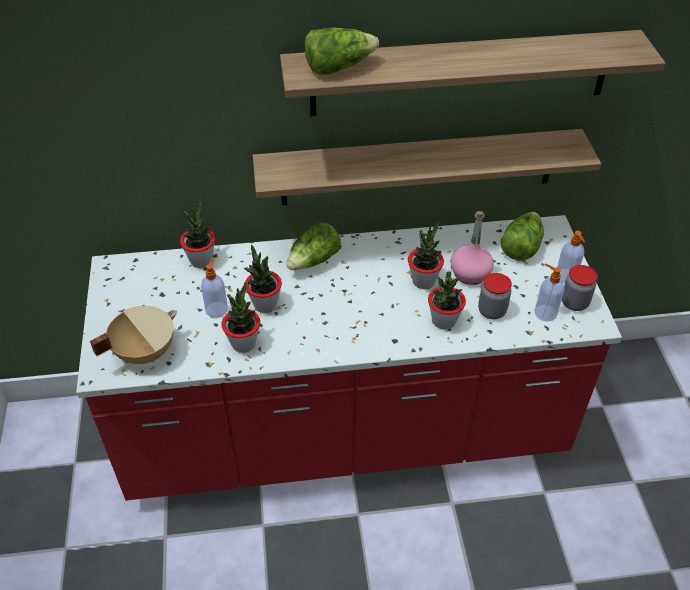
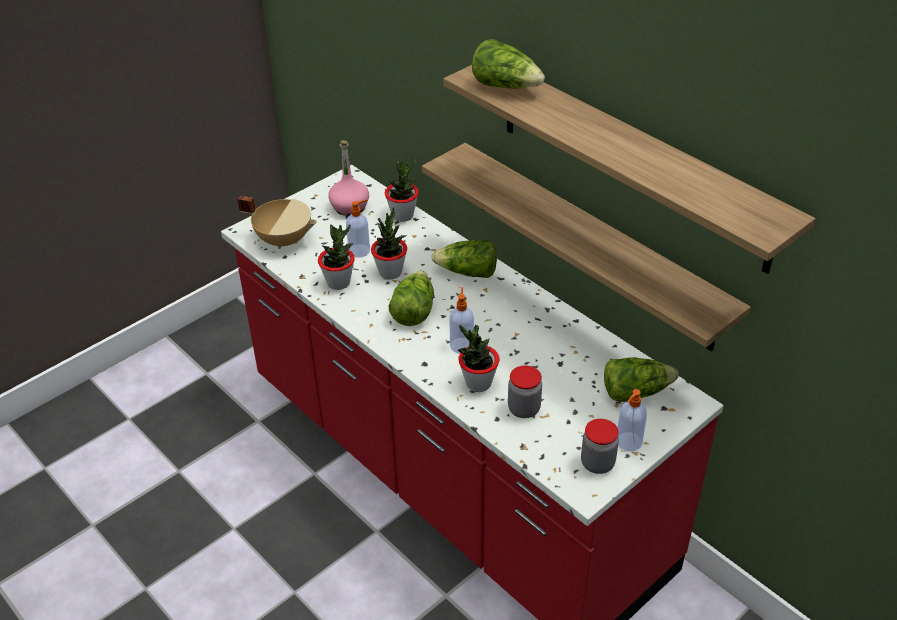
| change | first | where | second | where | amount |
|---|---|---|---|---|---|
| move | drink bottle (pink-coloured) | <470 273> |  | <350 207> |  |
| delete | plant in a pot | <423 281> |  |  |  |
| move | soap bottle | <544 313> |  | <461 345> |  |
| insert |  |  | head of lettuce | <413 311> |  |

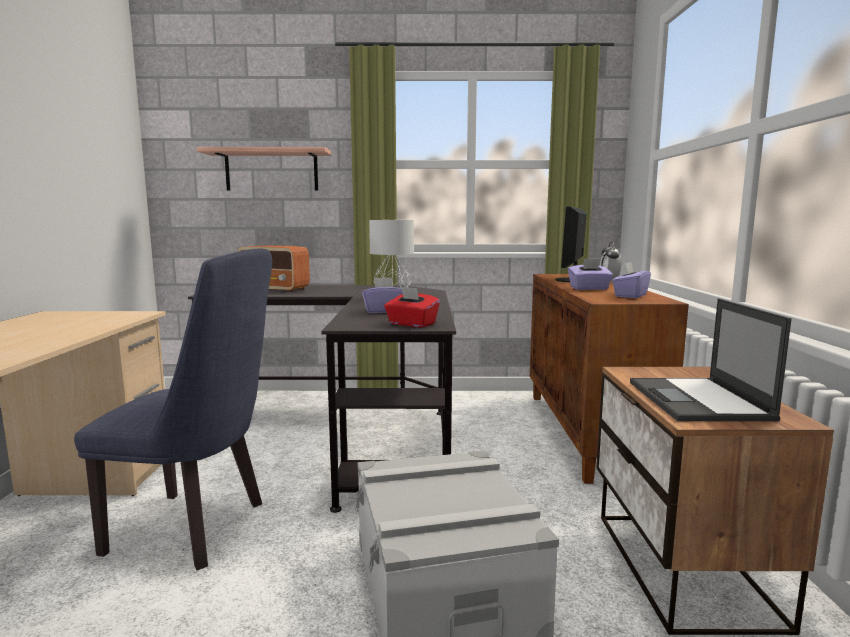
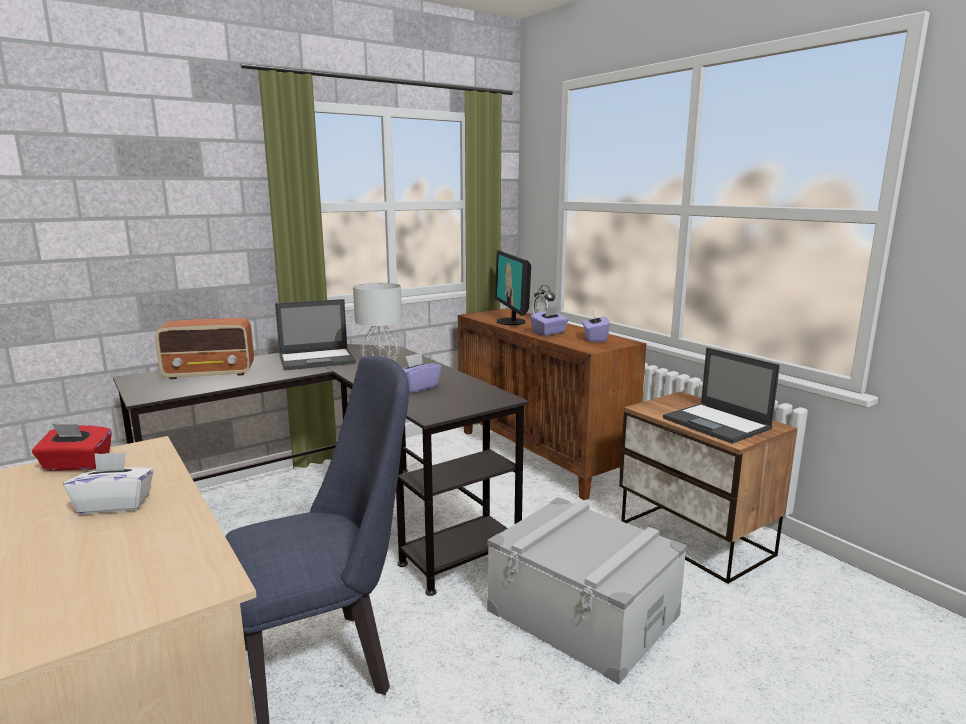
| change | first | where | second | where | amount |
|---|---|---|---|---|---|
| delete | shelf | <271 171> |  |  |  |
| move | box of tissues (reddish) | <411 324> |  | <76 465> |  |
| insert |  |  | portable computer | <318 359> |  |
| insert |  |  | box of tissues (white) | <115 504> |  |

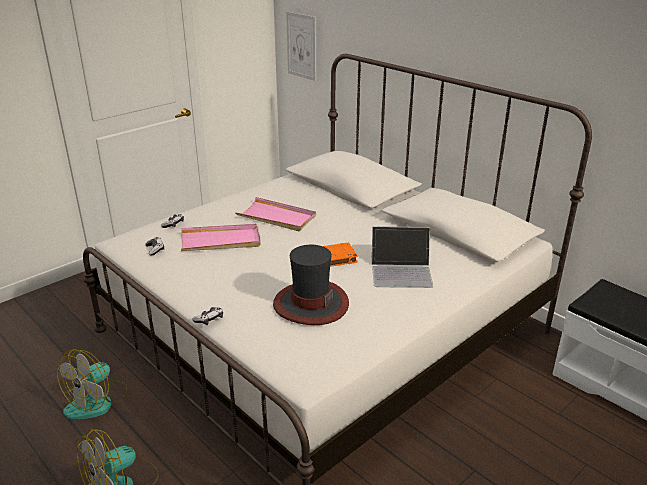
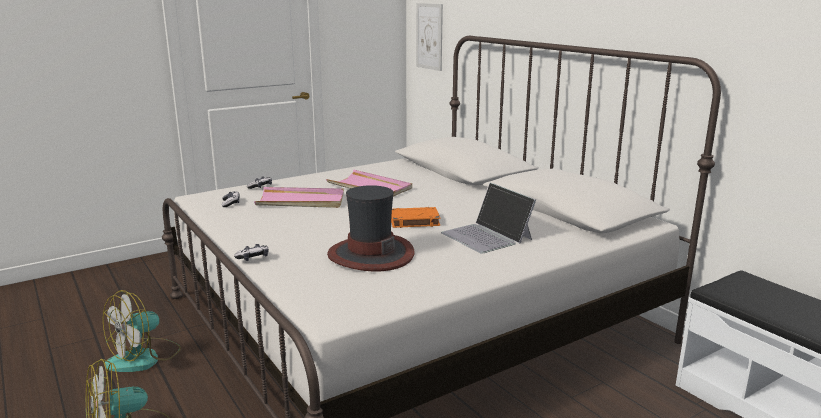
| change | first | where | second | where | amount |
|---|---|---|---|---|---|
| rotate | portable computer | <401 271> |  | <487 236> | 45 degrees clockwise |

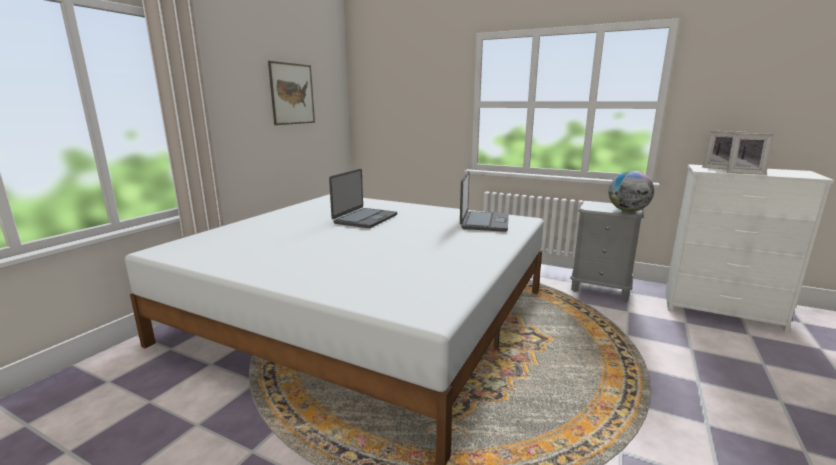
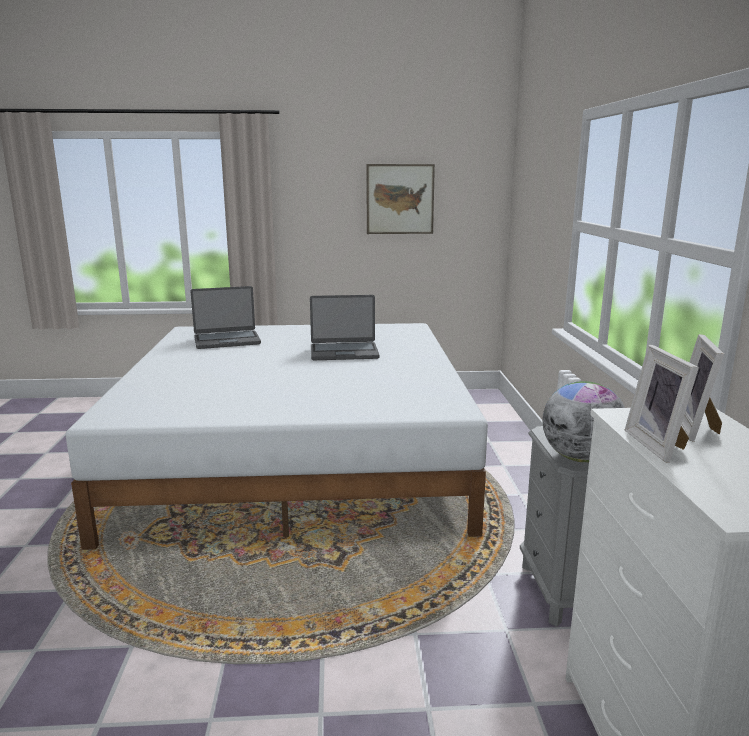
| change | first | where | second | where | amount |
|---|---|---|---|---|---|
| move | portable computer | <484 222> |  | <227 340> |  |

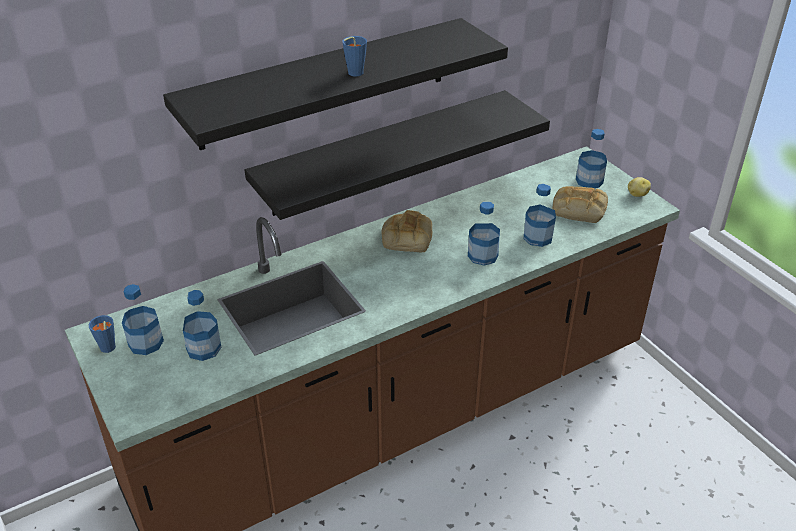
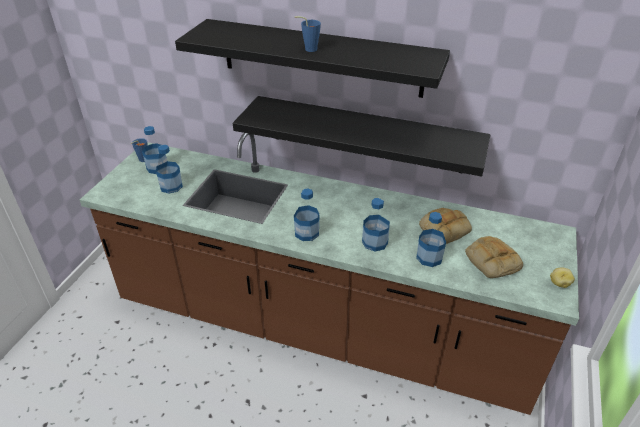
| change | first | where | second | where | amount |
|---|---|---|---|---|---|
| move | drink bottle | <589 181> |  | <306 233> |  |
| move | bakery bread | <406 237> |  | <444 228> |  |

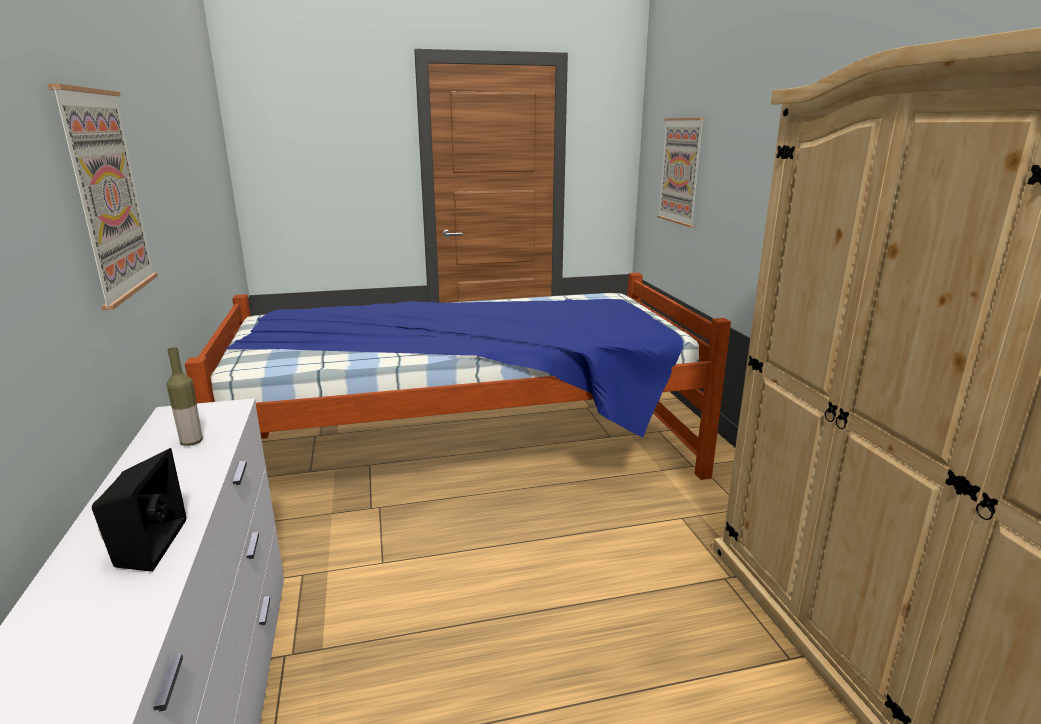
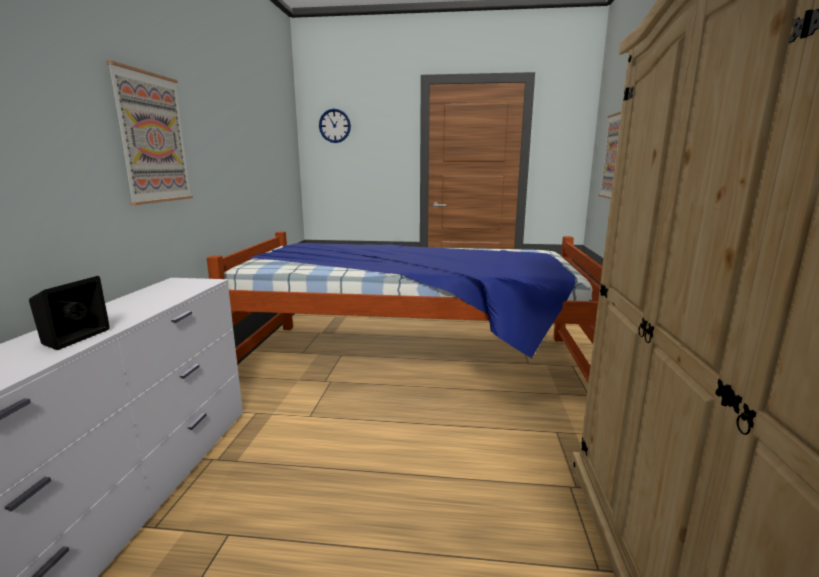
| change | first | where | second | where | amount |
|---|---|---|---|---|---|
| delete | drink bottle | <191 442> |  |  |  |
| insert |  |  | hanging clock | <334 126> |  |

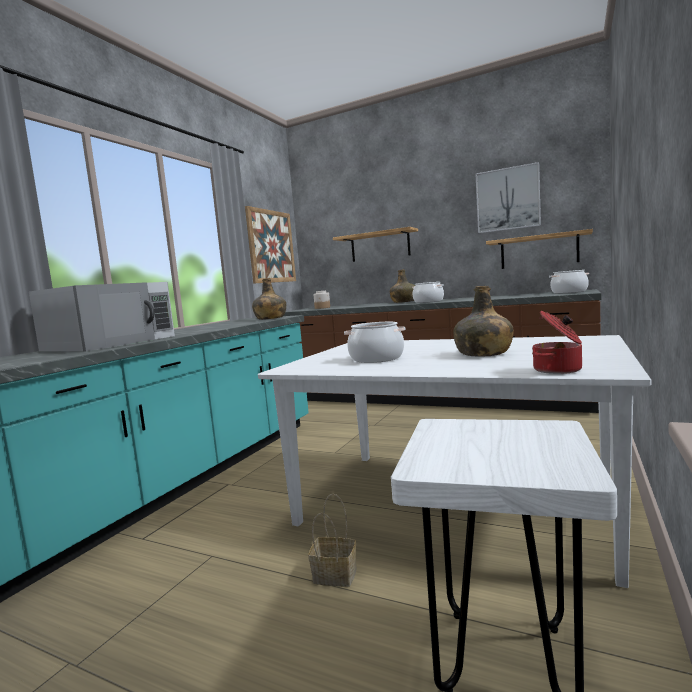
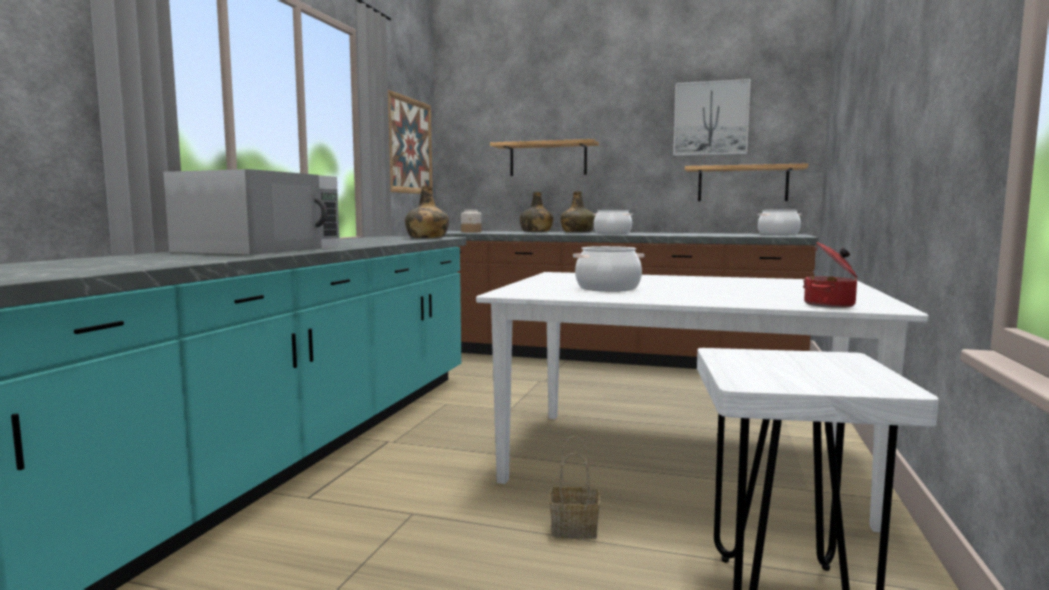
| change | first | where | second | where | amount |
|---|---|---|---|---|---|
| move | drink bottle (greenish) | <483 353> |  | <536 232> |  |

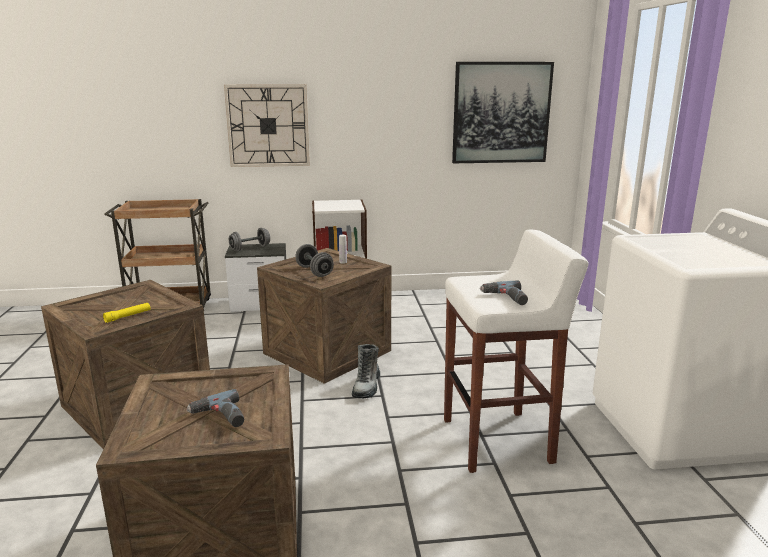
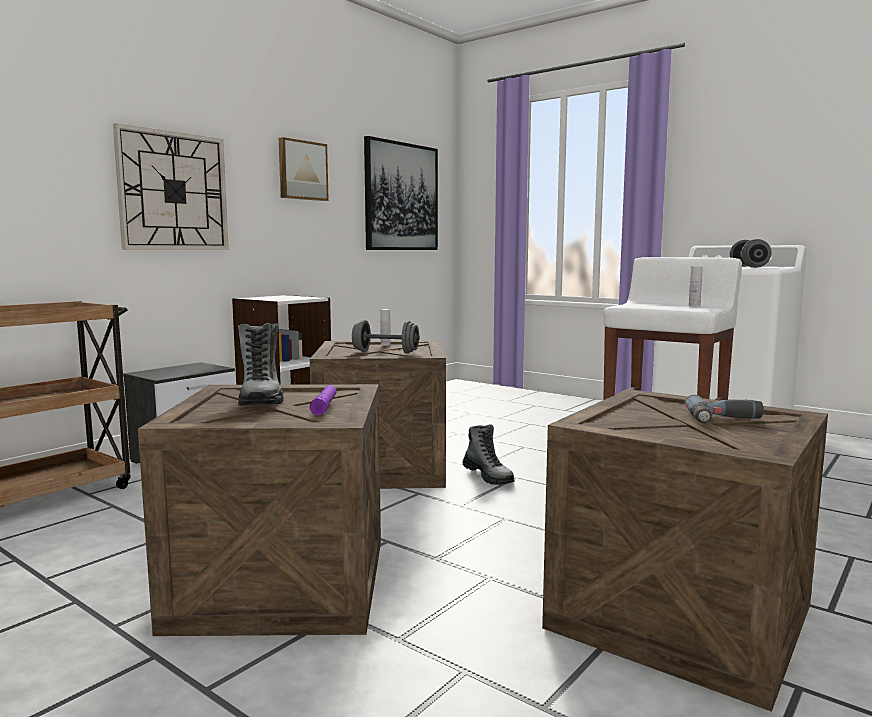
| change | first | where | second | where | amount |
|---|---|---|---|---|---|
| move | hand weight (gray) | <250 248> |  | <748 267> |  |
| replace | drill | <505 298> | drink bottle (white) | <694 306> |  |
| recolor | flashlight (yellow-coloured) | <128 316> | flashlight (purplish) | <324 406> |  |
| insert |  |  | wall picture | <302 170> |  |
| insert |  |  | high-top boot | <261 398> |  |

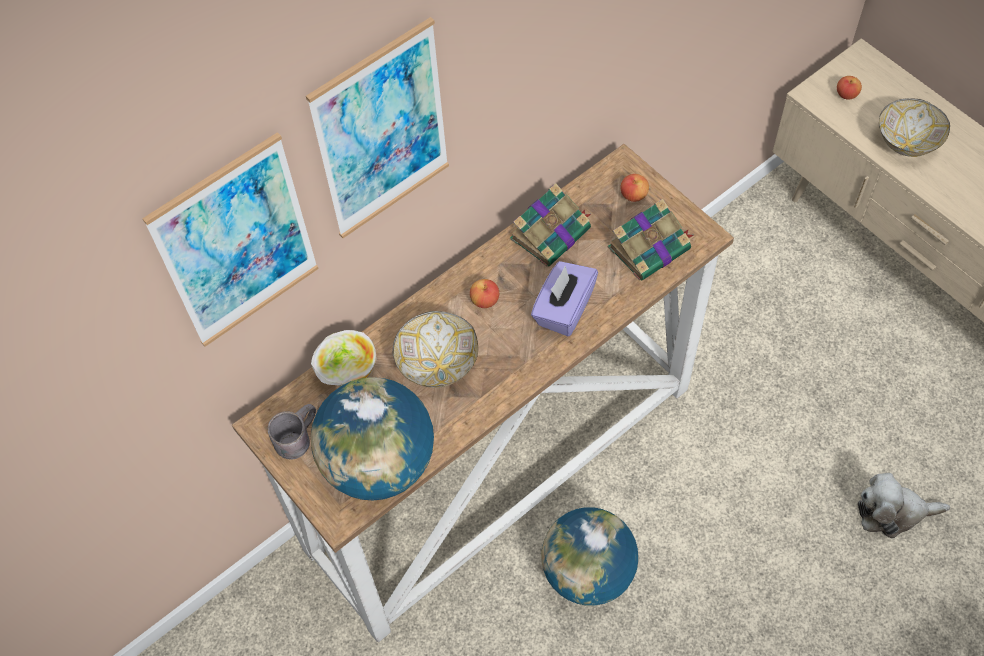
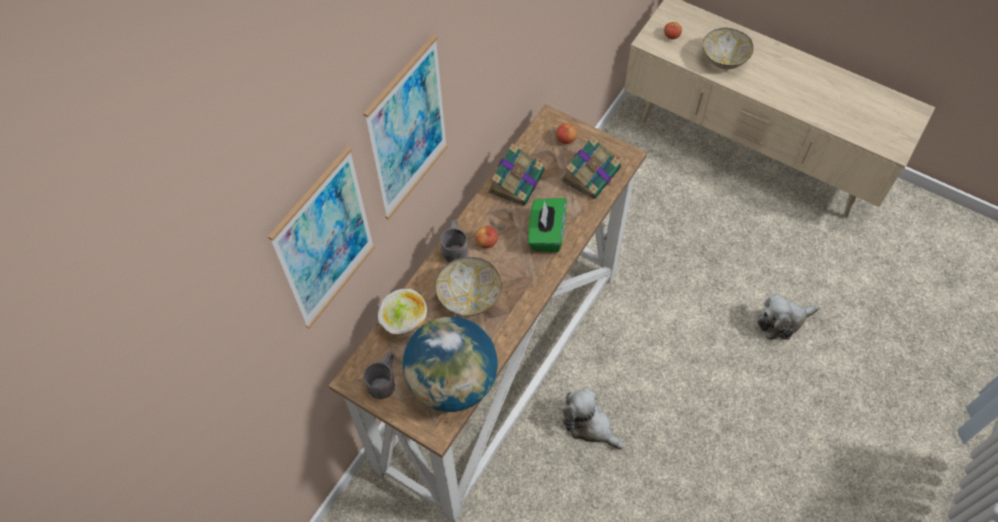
| change | first | where | second | where | amount |
|---|---|---|---|---|---|
| recolor | box of tissues (purplish) | <563 309> | box of tissues (greenish) | <546 234> |  |
| replace | desk globe | <588 572> | soft toy | <589 425> |  |
| insert |  |  | mug (gray) | <452 248> |  |

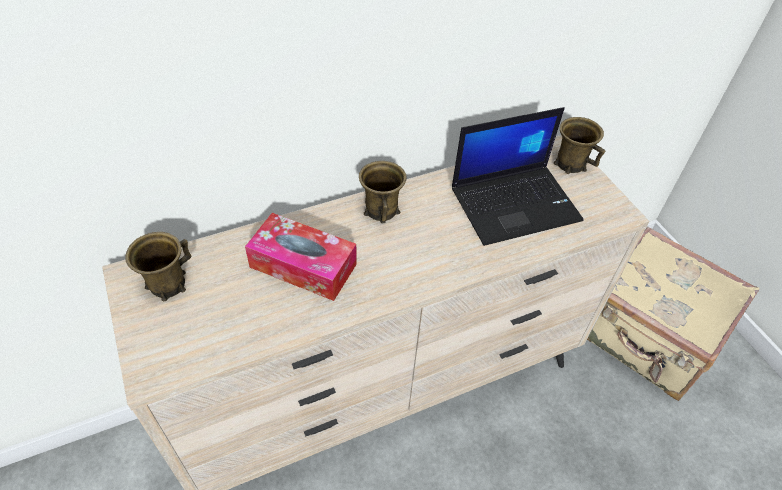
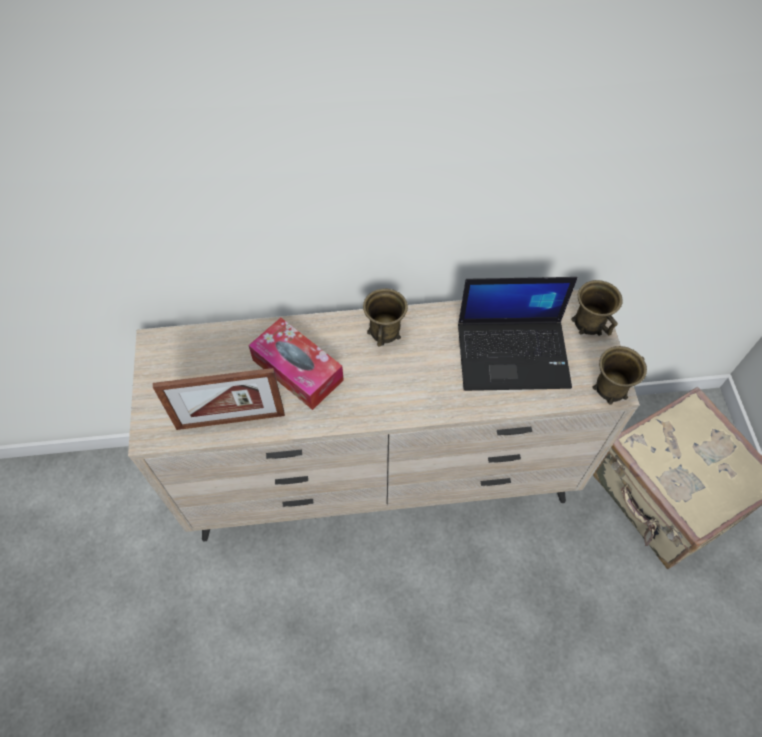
| change | first | where | second | where | amount |
|---|---|---|---|---|---|
| move | mug (brown-coloured) | <167 284> |  | <610 388> |  |
| insert |  |  | photo frame | <230 420> |  |

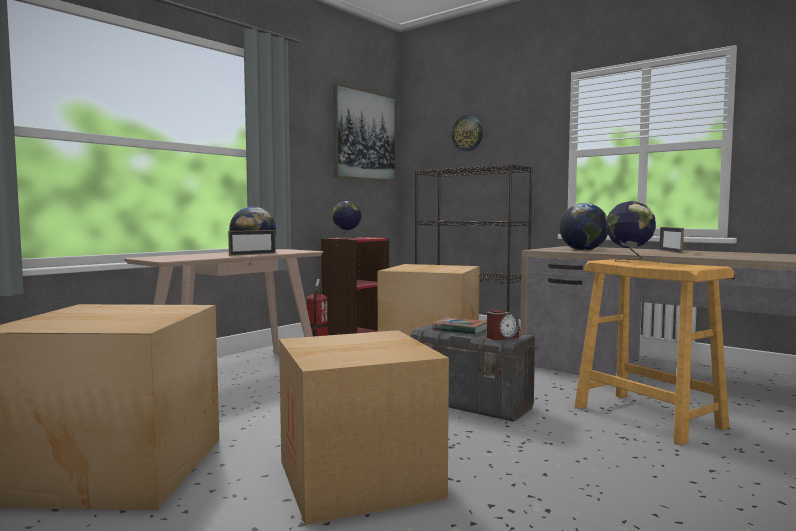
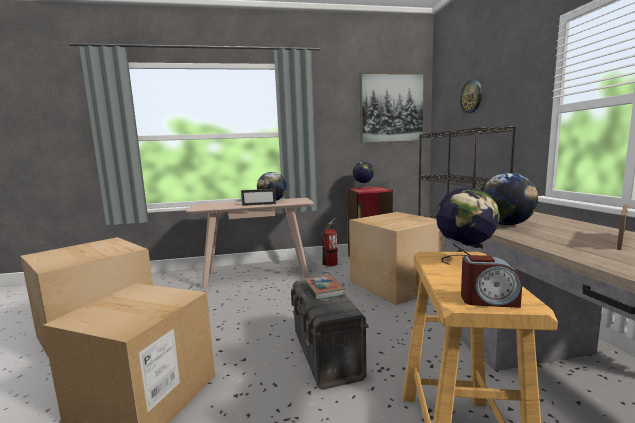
| change | first | where | second | where | amount |
|---|---|---|---|---|---|
| move | bedside clock | <502 337> |  | <488 300> |  |

